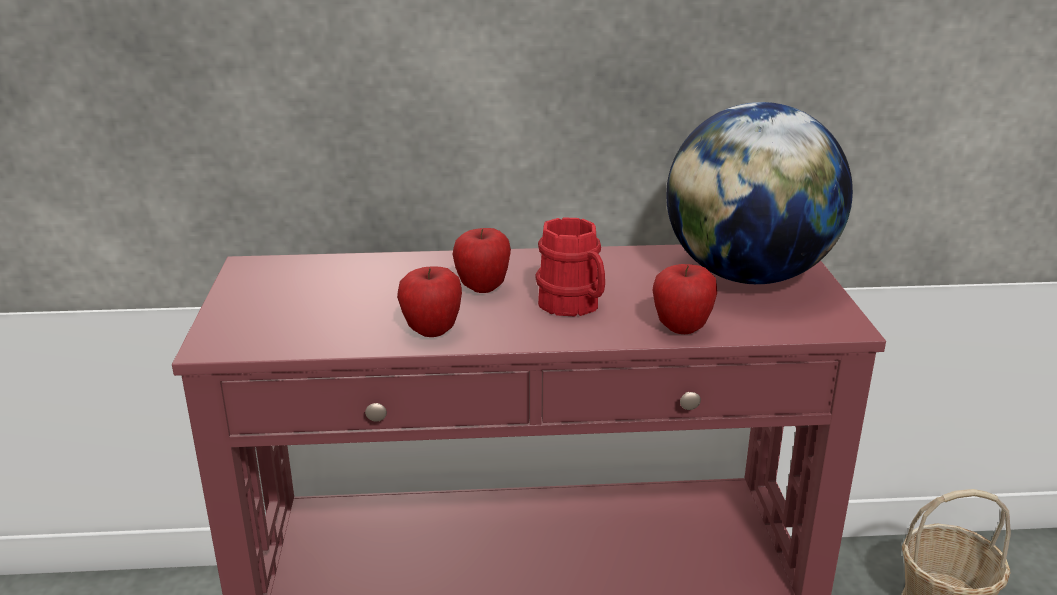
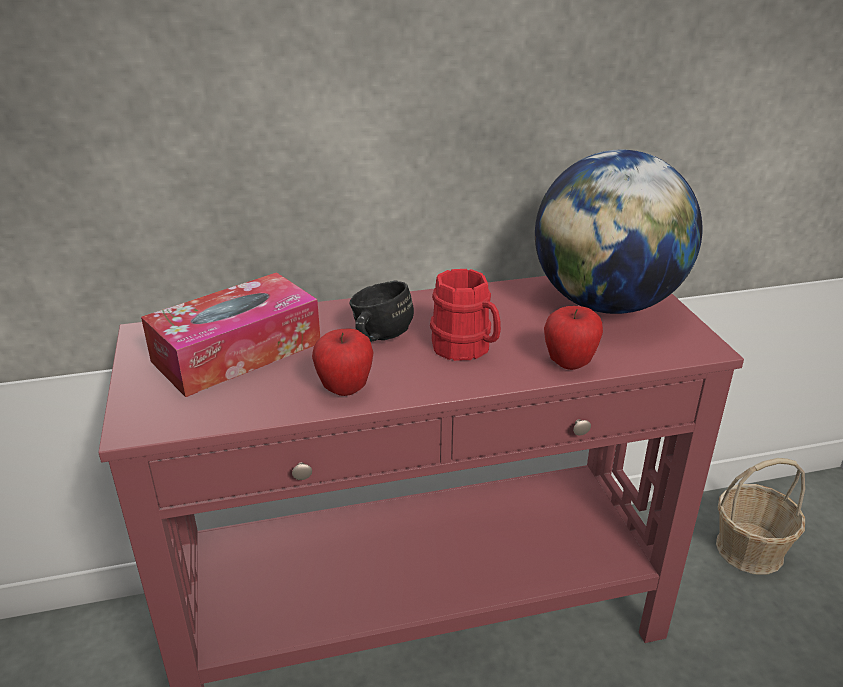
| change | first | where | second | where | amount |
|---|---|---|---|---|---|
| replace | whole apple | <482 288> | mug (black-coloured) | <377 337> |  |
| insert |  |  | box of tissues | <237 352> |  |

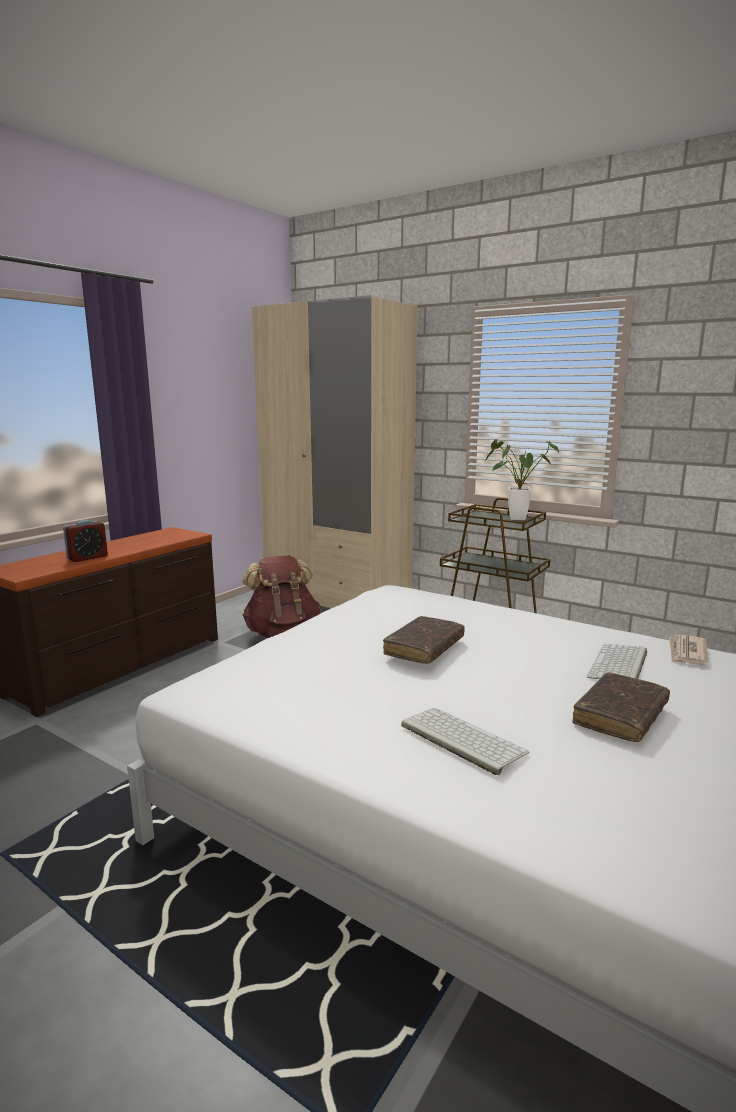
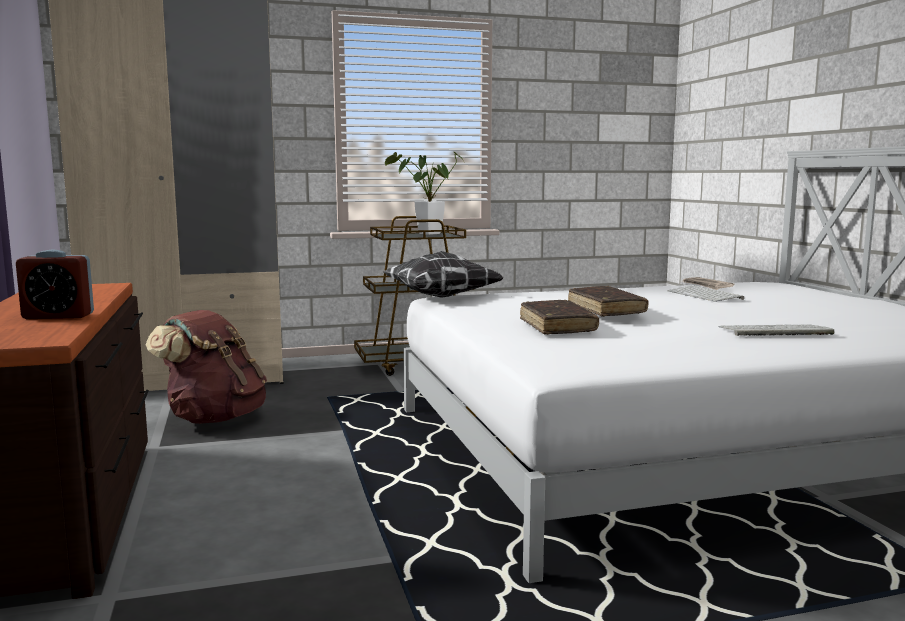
| change | first | where | second | where | amount |
|---|---|---|---|---|---|
| rotate | bedside clock | <87 558> |  | <58 316> | 90 degrees clockwise |
| move | volume (brown-coloured) | <620 716> |  | <557 326> |  |
| insert |  |  | cushion | <442 297> |  |

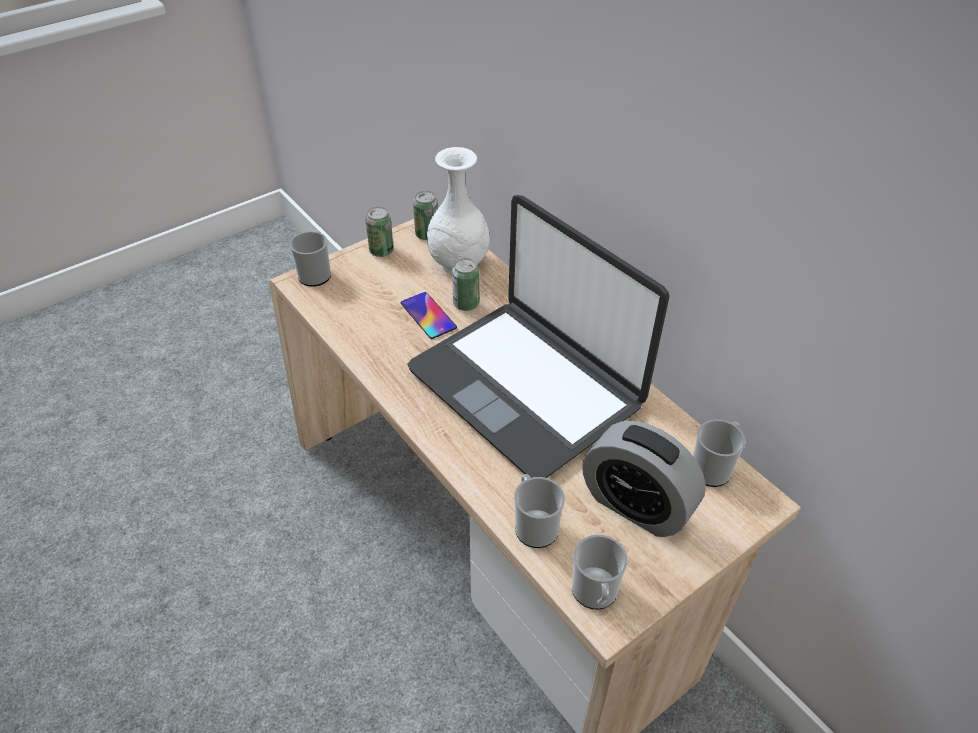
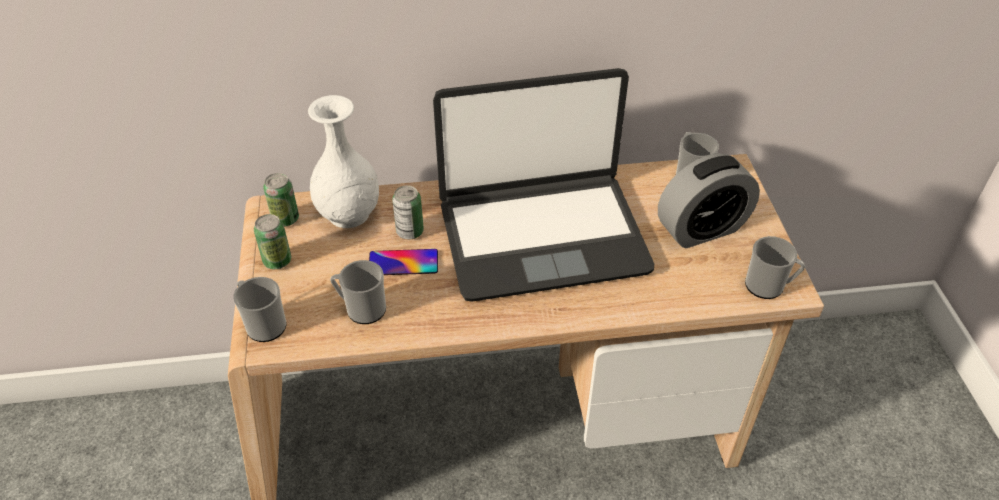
| change | first | where | second | where | amount |
|---|---|---|---|---|---|
| move | mug | <534 525> |  | <361 309> |  |

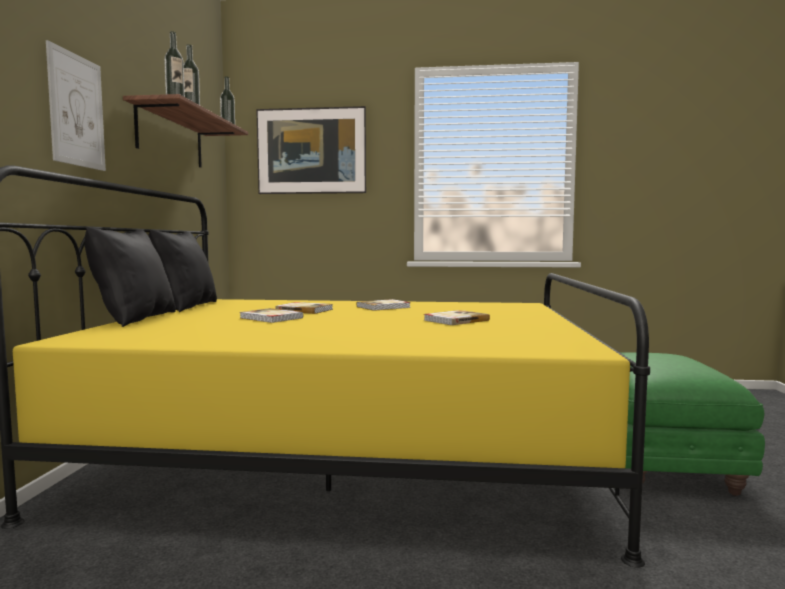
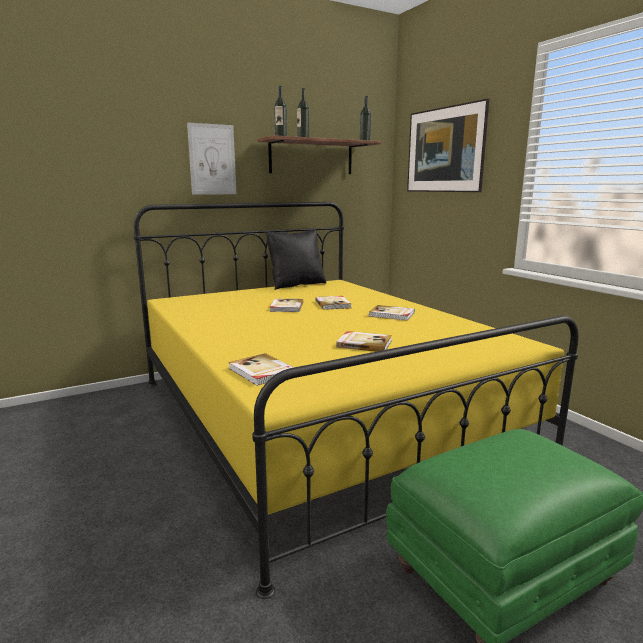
| change | first | where | second | where | amount |
|---|---|---|---|---|---|
| delete | cushion (black-coloured) | <134 319> |  |  |  |
| insert |  |  | volume | <261 372> |  |

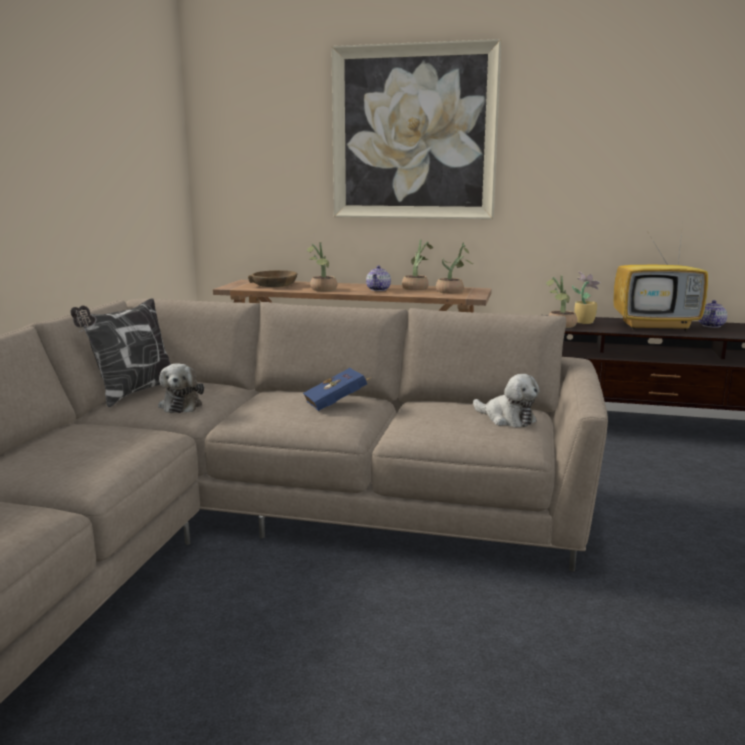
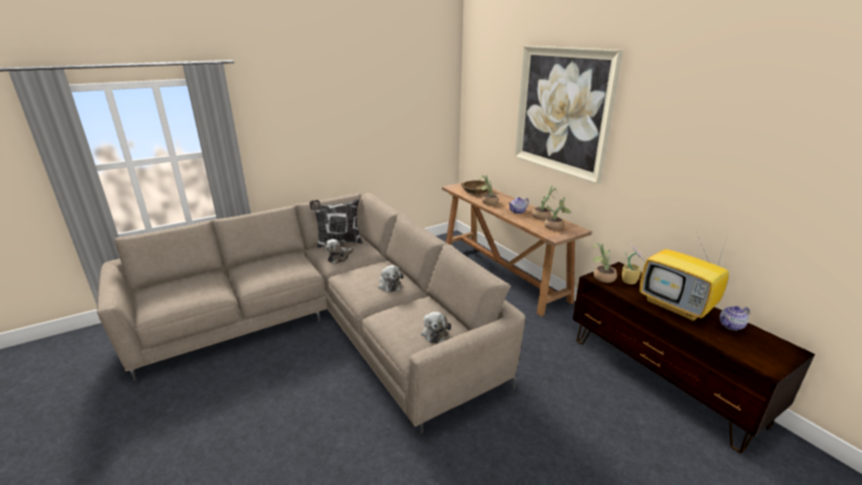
| change | first | where | second | where | amount |
|---|---|---|---|---|---|
| replace | volume (bluish) | <338 404> | soft toy | <389 285> |  |

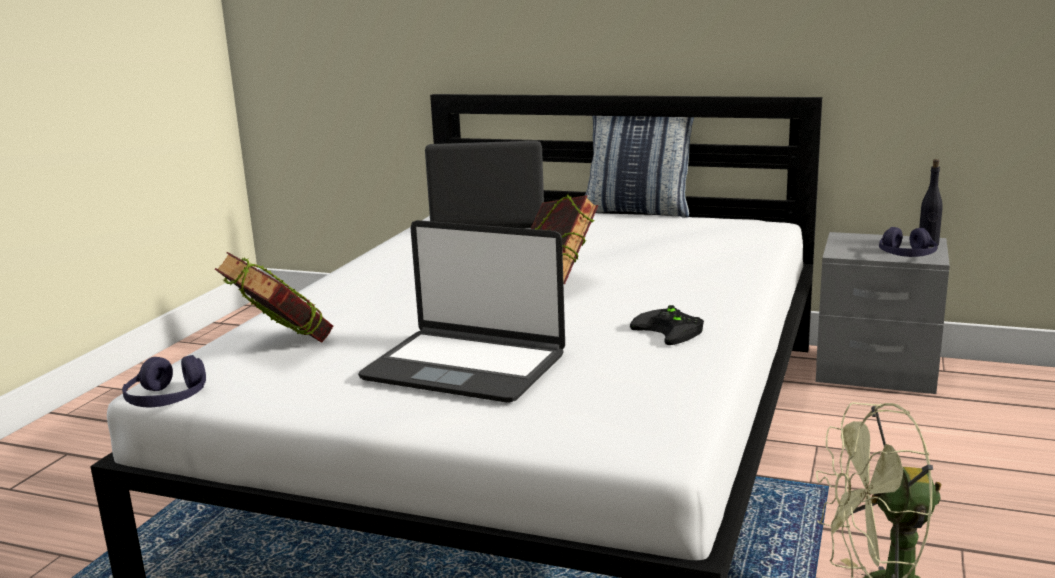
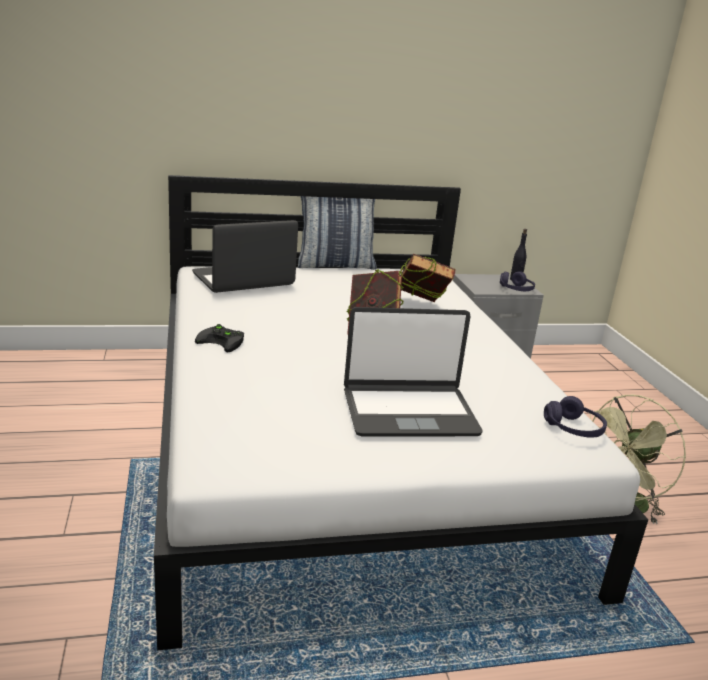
| change | first | where | second | where | amount |
|---|---|---|---|---|---|
| move | volume | <282 347> |  | <420 306> |  |
| move | joypad (black-coloured) | <672 331> |  | <223 341> |  |
| move | headset (purplish) | <168 399> |  | <573 429> |  |

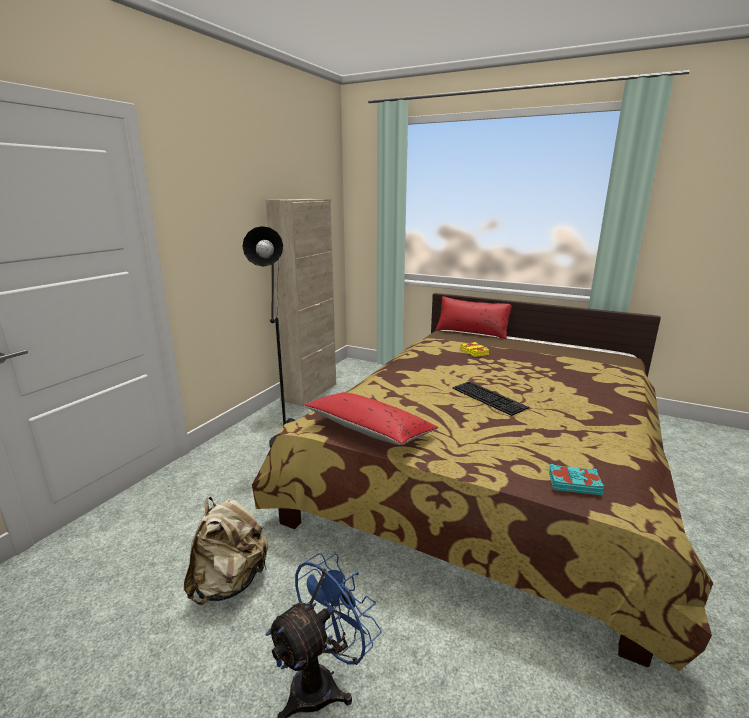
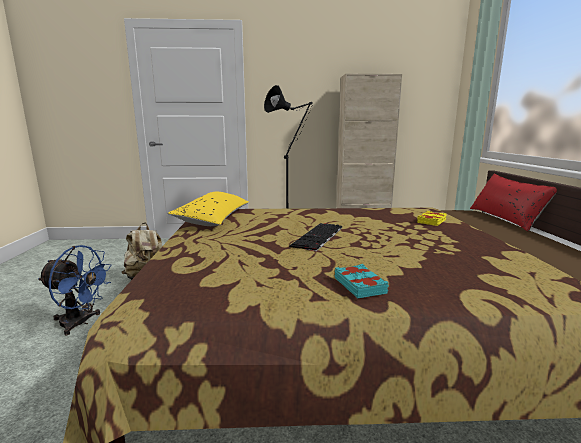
| change | first | where | second | where | amount |
|---|---|---|---|---|---|
| recolor | cushion (reddish) | <369 430> | cushion (yellow-coloured) | <213 218> |  |
| move | volume (turquoise) | <574 483> |  | <360 285> |  |

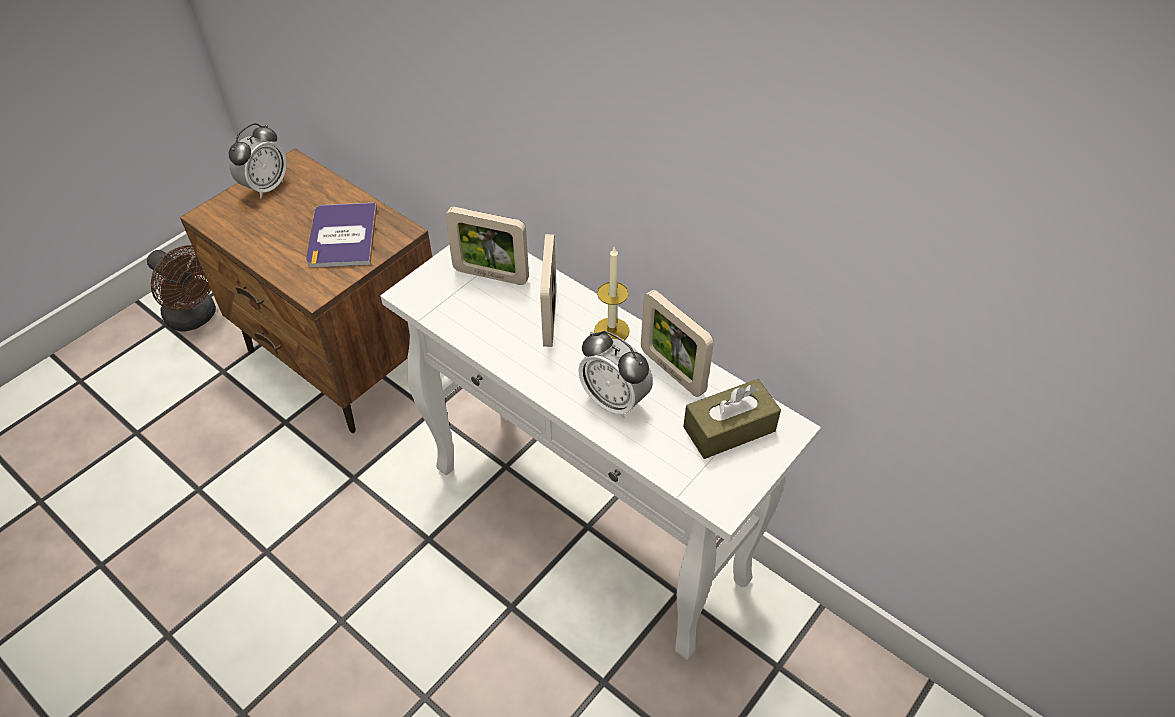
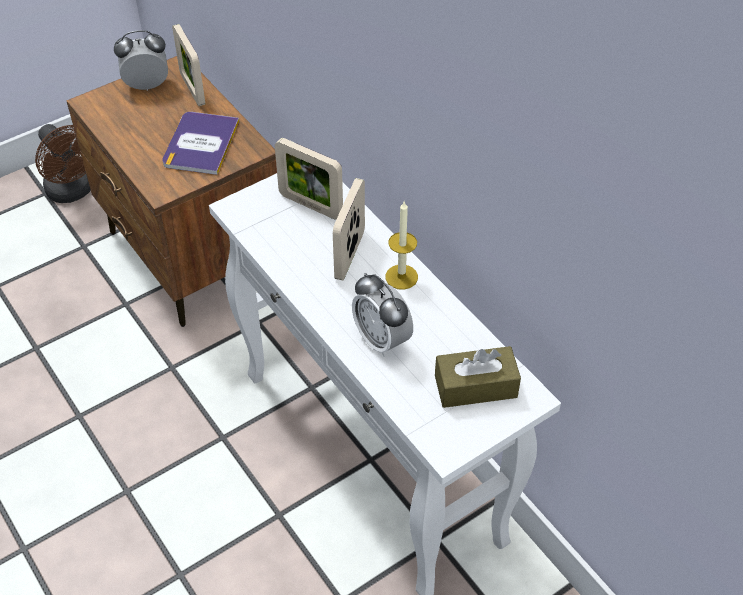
| change | first | where | second | where | amount |
|---|---|---|---|---|---|
| rotate | bedside clock | <266 187> |  | <147 85> | 150 degrees counterclockwise |
| move | photo frame | <672 372> |  | <192 89> |  |

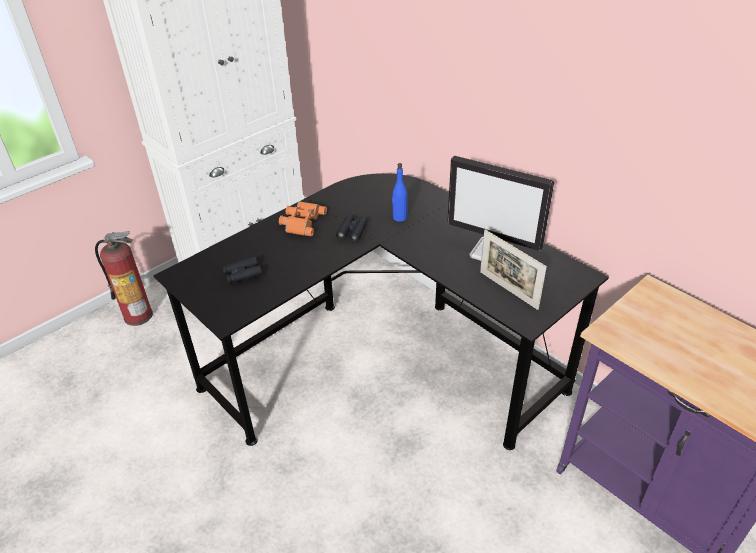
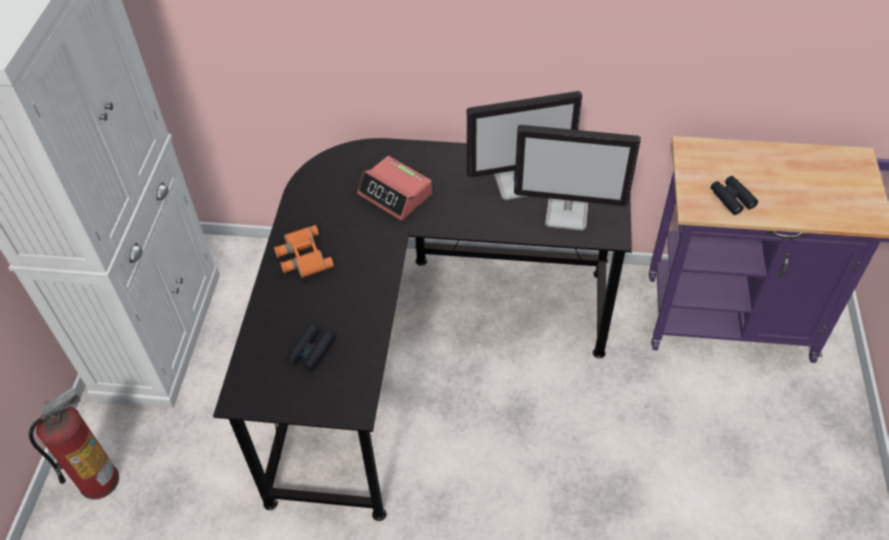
| change | first | where | second | where | amount |
|---|---|---|---|---|---|
| replace | drink bottle (bluish) | <399 217> | bedside clock | <395 194> |  |
| move | field glasses (black-coloured) | <352 231> |  | <732 199> |  |
| replace | photo frame | <508 290> | computer display | <568 214> |  |

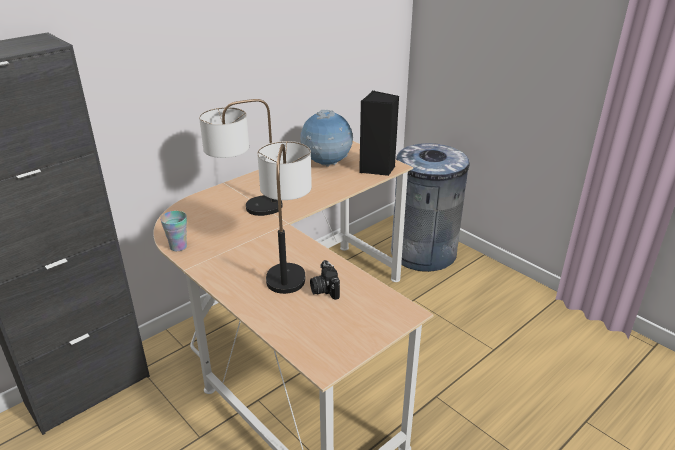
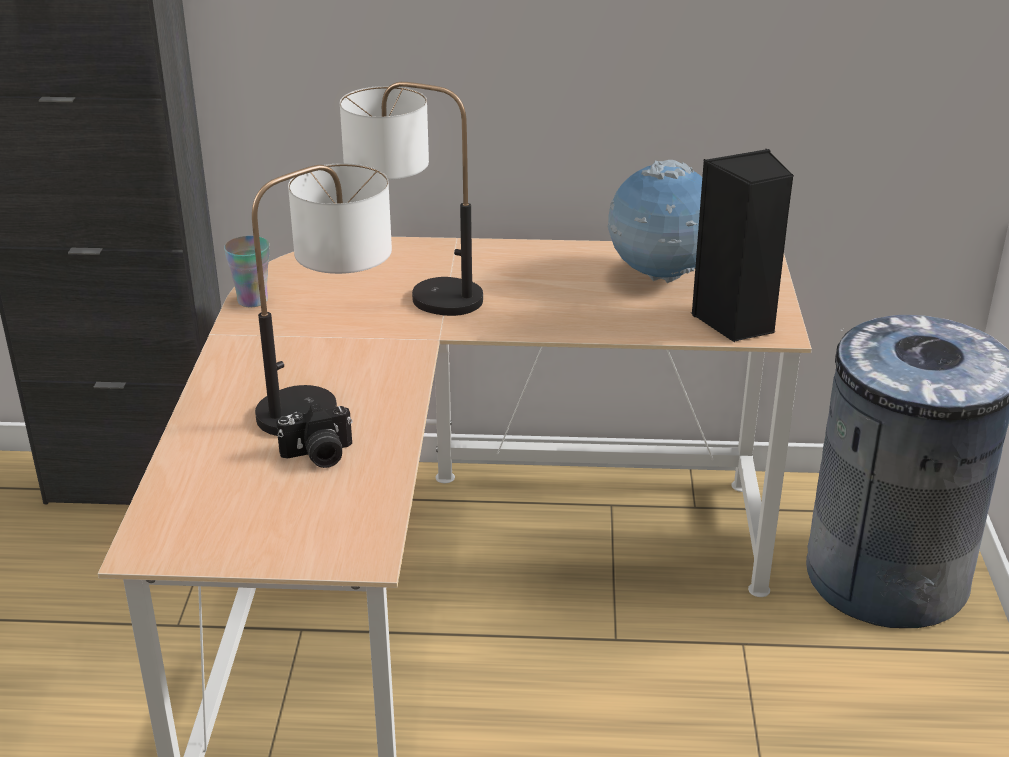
| change | first | where | second | where | amount |
|---|---|---|---|---|---|
| rotate | still camera | <324 289> |  | <318 456> | 135 degrees counterclockwise |

